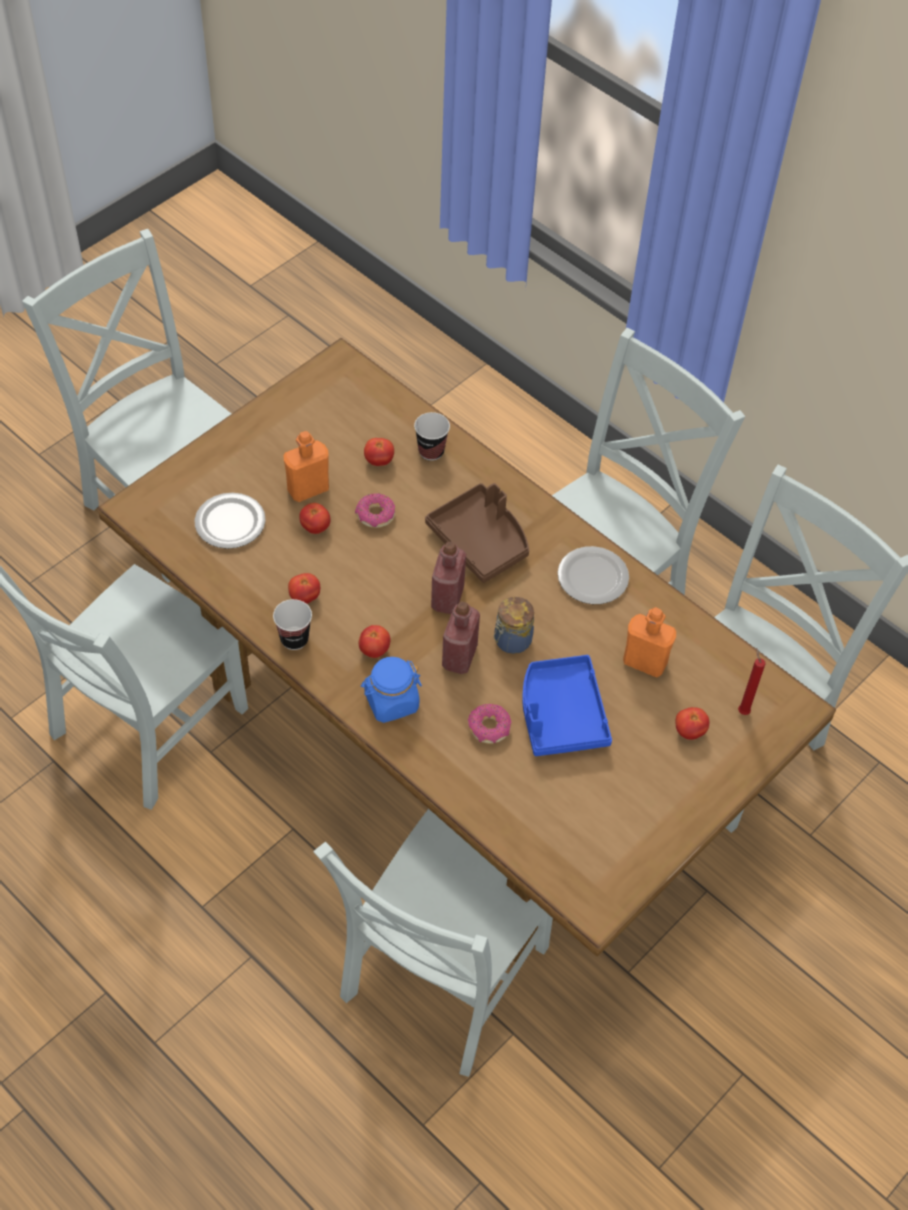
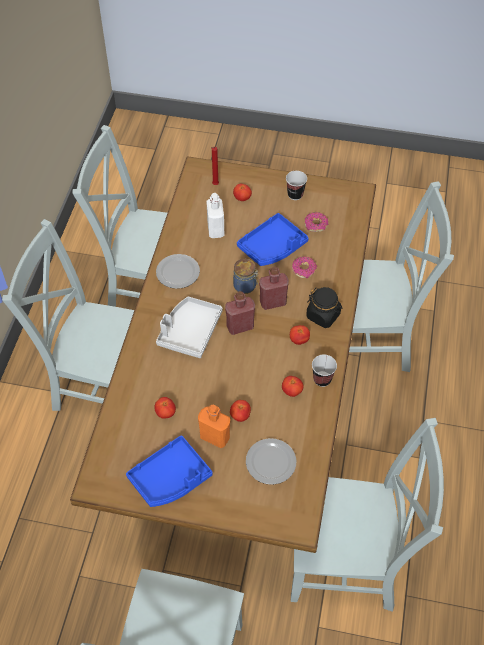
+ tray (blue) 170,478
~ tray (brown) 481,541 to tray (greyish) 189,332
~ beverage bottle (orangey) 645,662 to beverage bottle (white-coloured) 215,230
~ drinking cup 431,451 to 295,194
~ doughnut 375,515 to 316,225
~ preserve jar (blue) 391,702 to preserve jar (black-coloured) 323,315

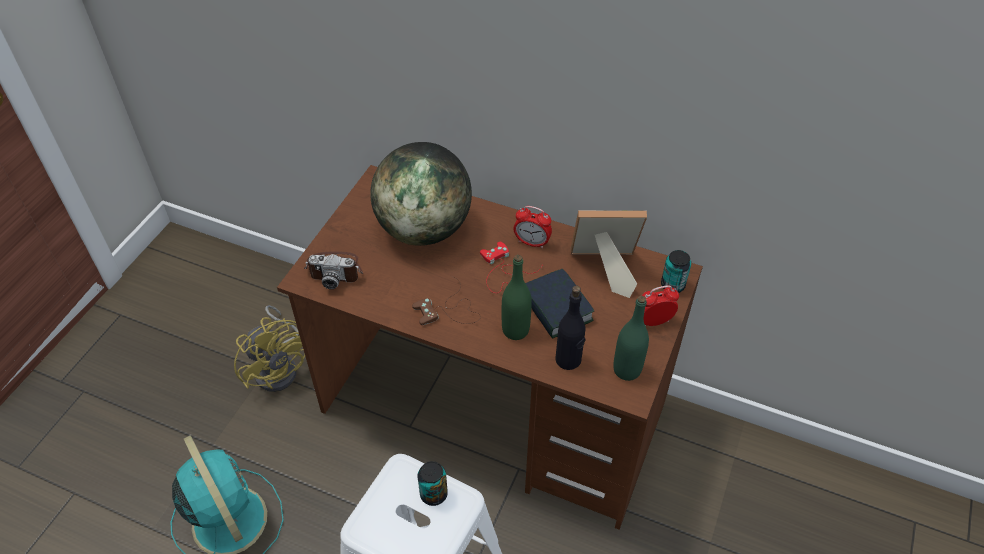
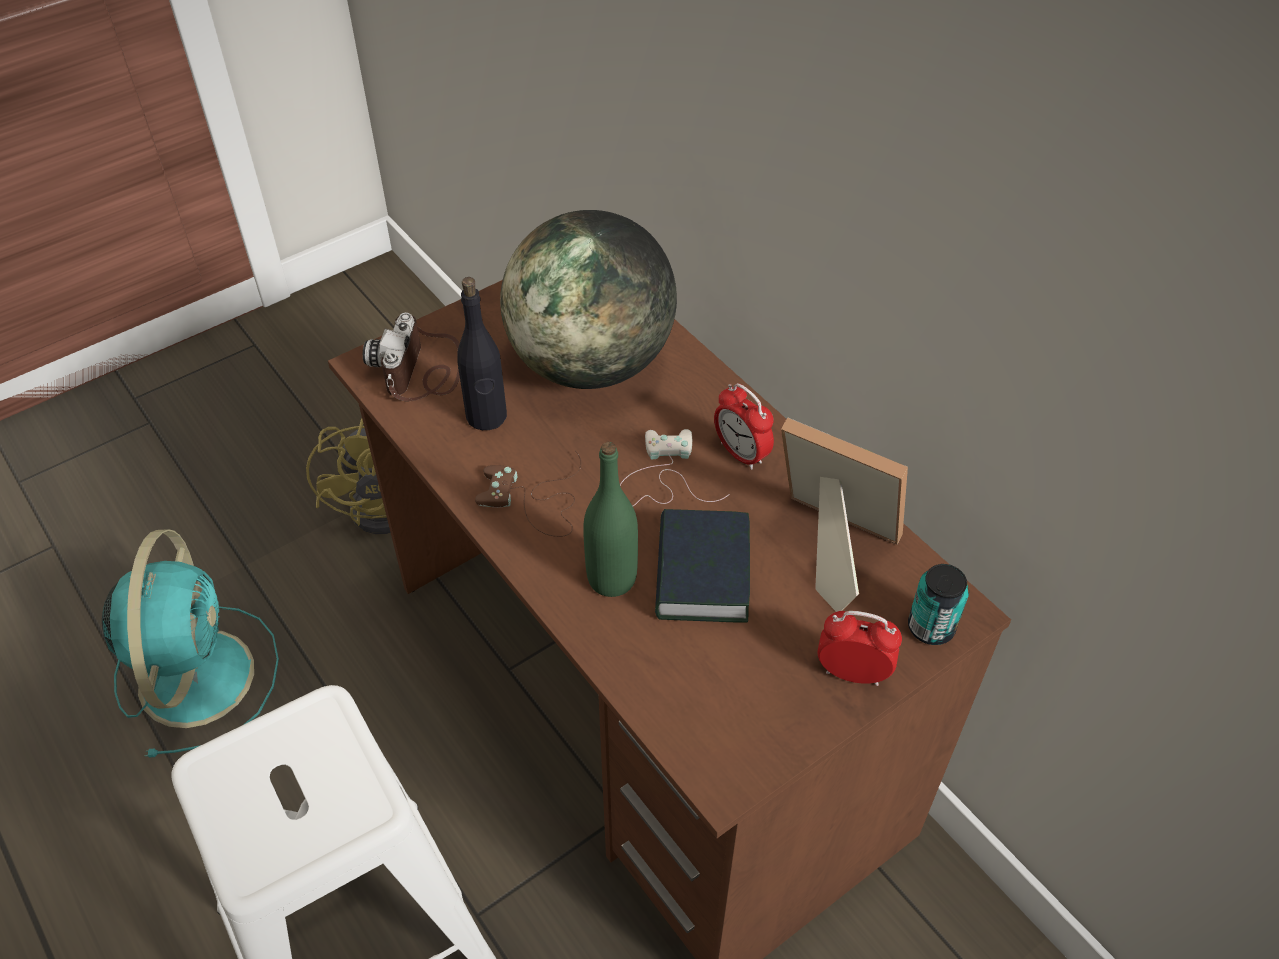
~ still camera 335,270 = 422,370 60 degrees clockwise
~ beverage bottle (black-coloured) 568,360 to 486,416
~ game controller (red-coloured) 503,270 to game controller (white-coloured) 662,477
- can 433,494
- beverage bottle (greenish) 627,370

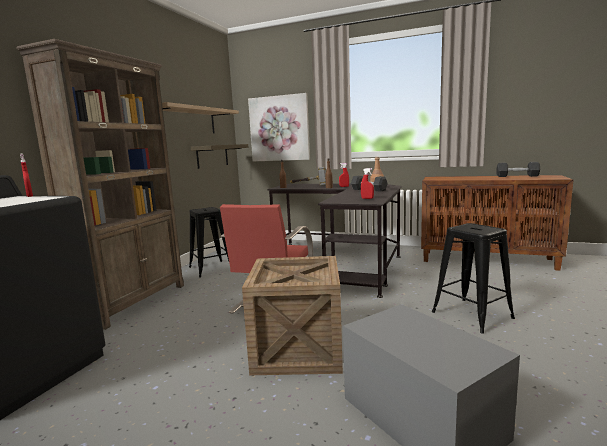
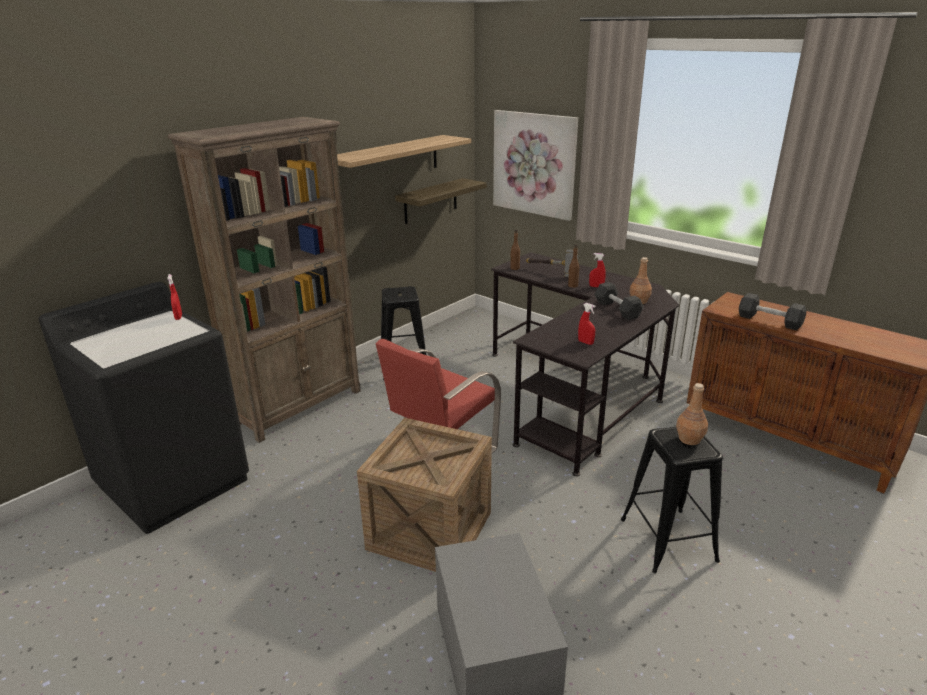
+ beverage bottle (brown) 689,439
~ free weight (black-coloured) 517,176 to 769,321

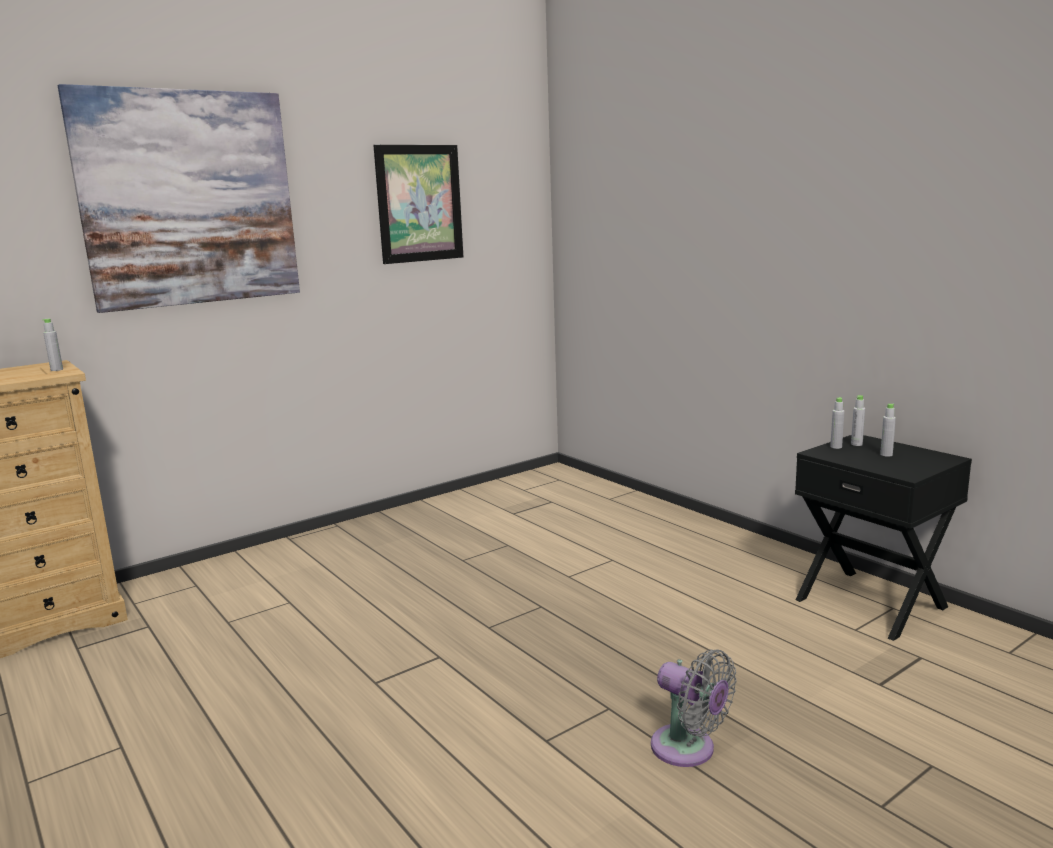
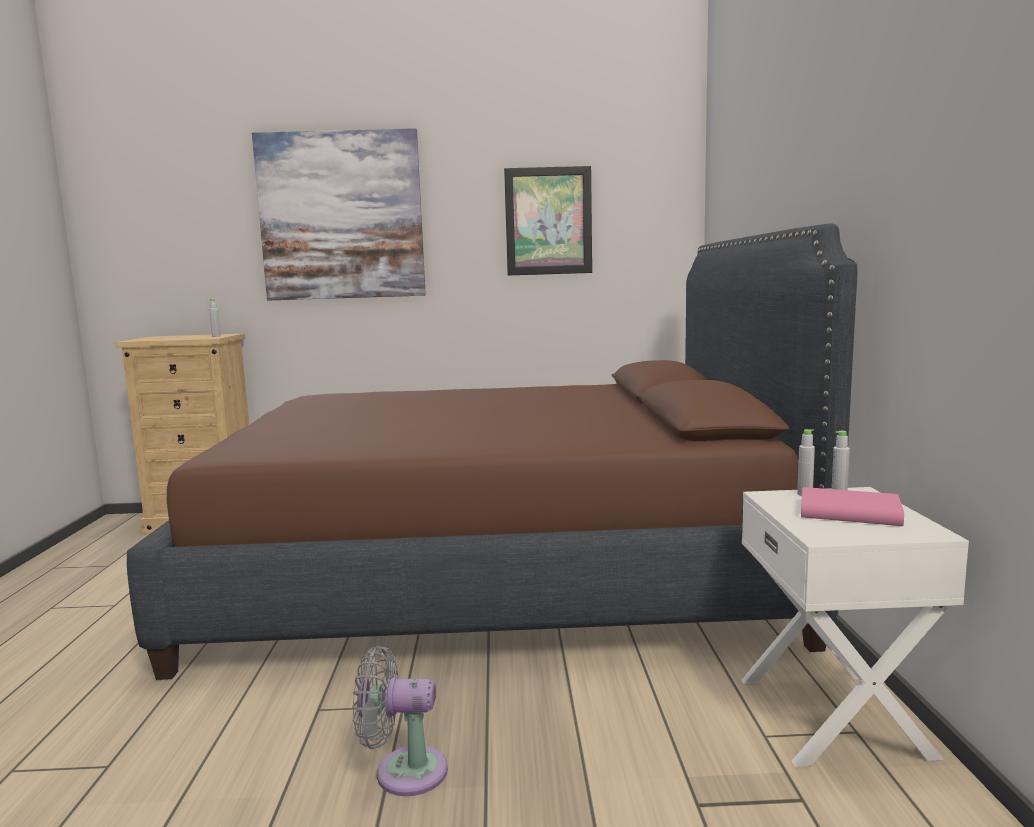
+ bedroom bed (brown) 497,572
~ fan (greyish) 688,750 = 403,771 105 degrees clockwise
~ night table (black-coloured) 871,602 to night table (white-coloured) 835,716
~ beverage bottle (greyish) 886,454 to book (pink-coloured) 849,513

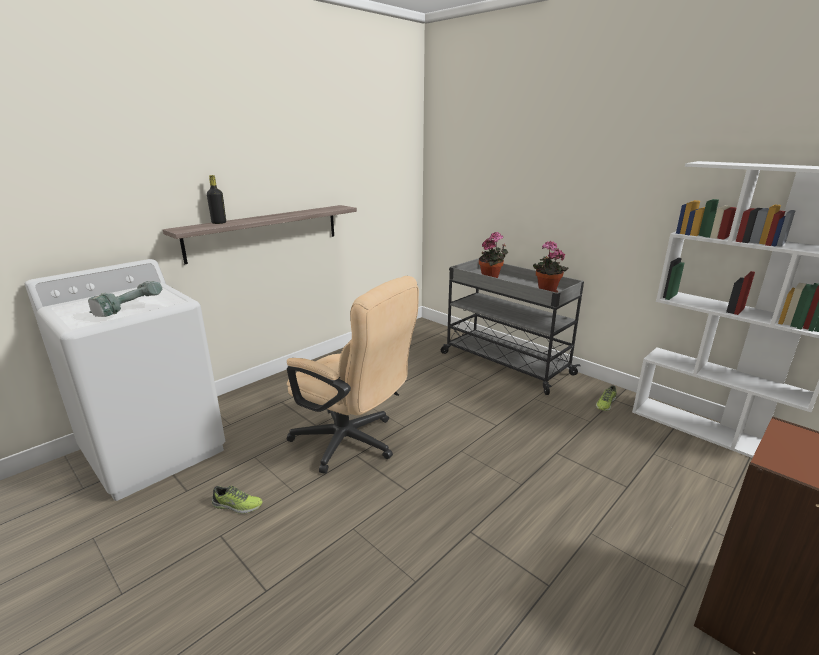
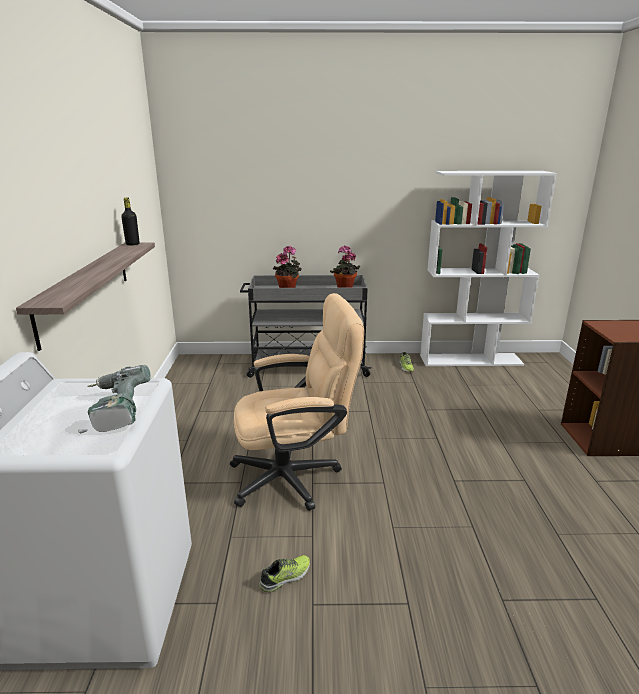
~ beverage bottle (black-coloured) 219,223 to 132,244

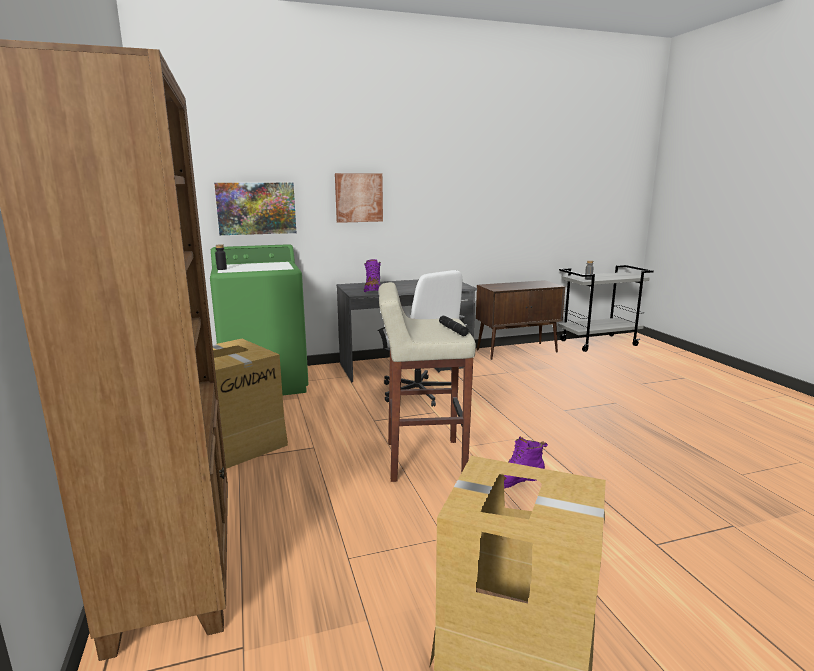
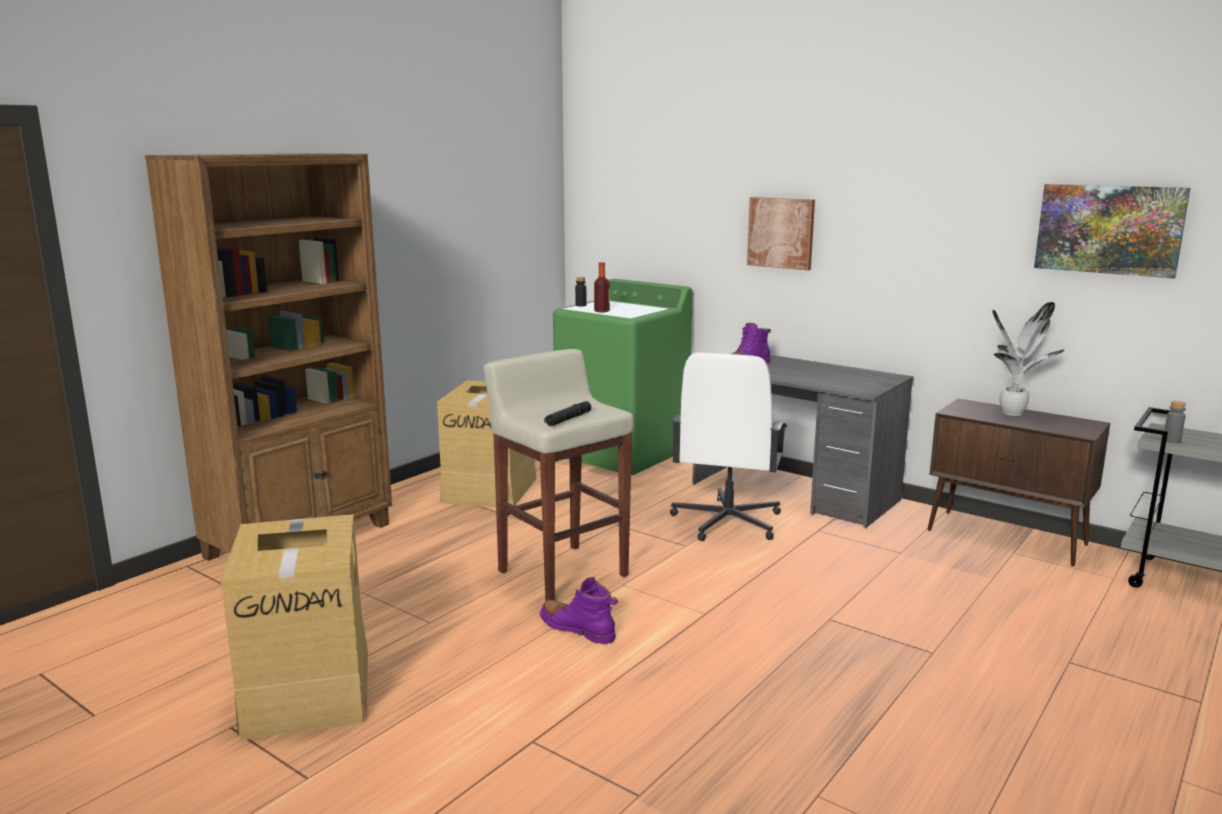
+ beverage bottle 602,311
+ houseplant 1013,414
~ picture 256,208 to 1109,229

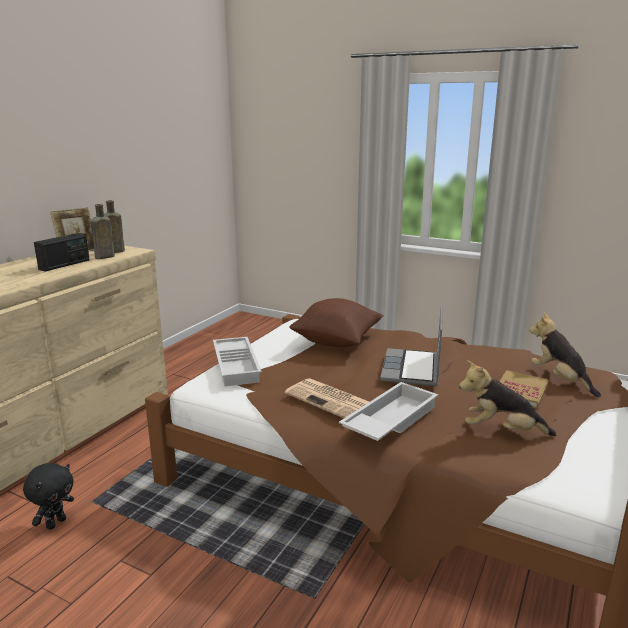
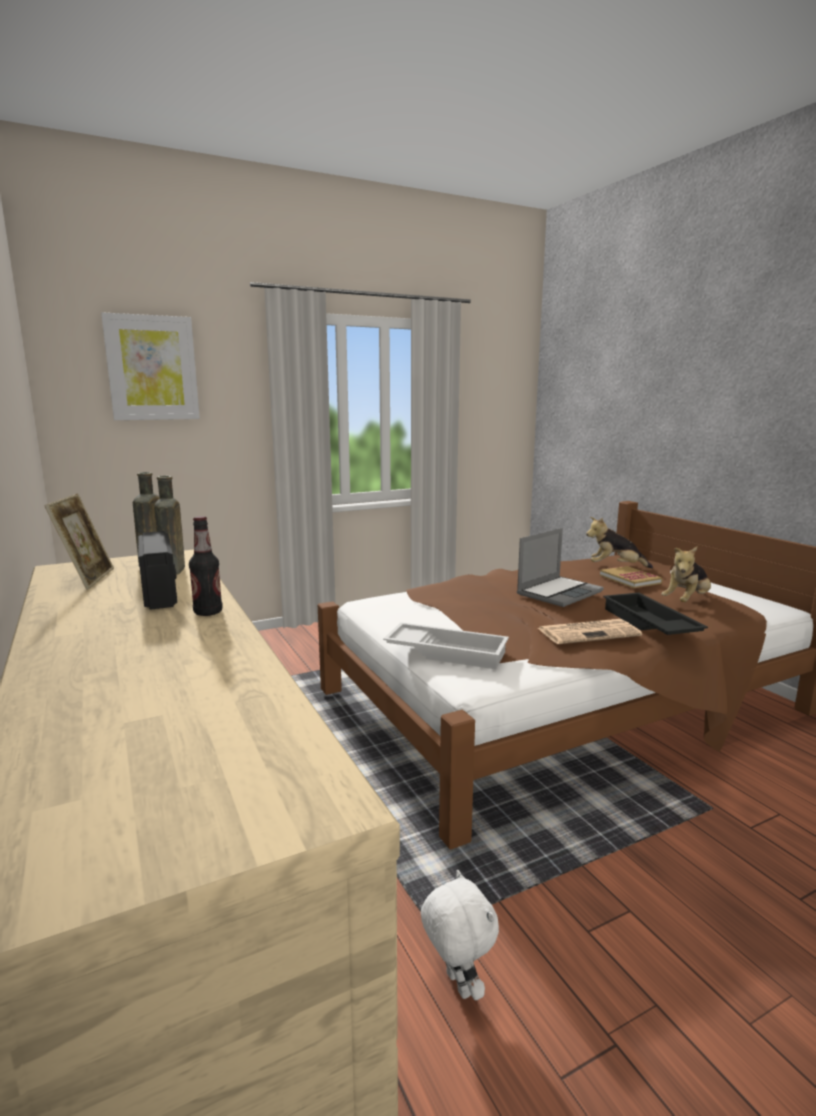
+ picture 152,368
+ beverage bottle 208,612
~ soft toy (black-coloured) 56,523 to soft toy (white-coloured) 456,985
~ notebook computer 412,369 = 559,592 90 degrees counterclockwise
~ tray (white-coloured) 389,419 to tray (black-coloured) 648,623
- cushion (brown) 337,341

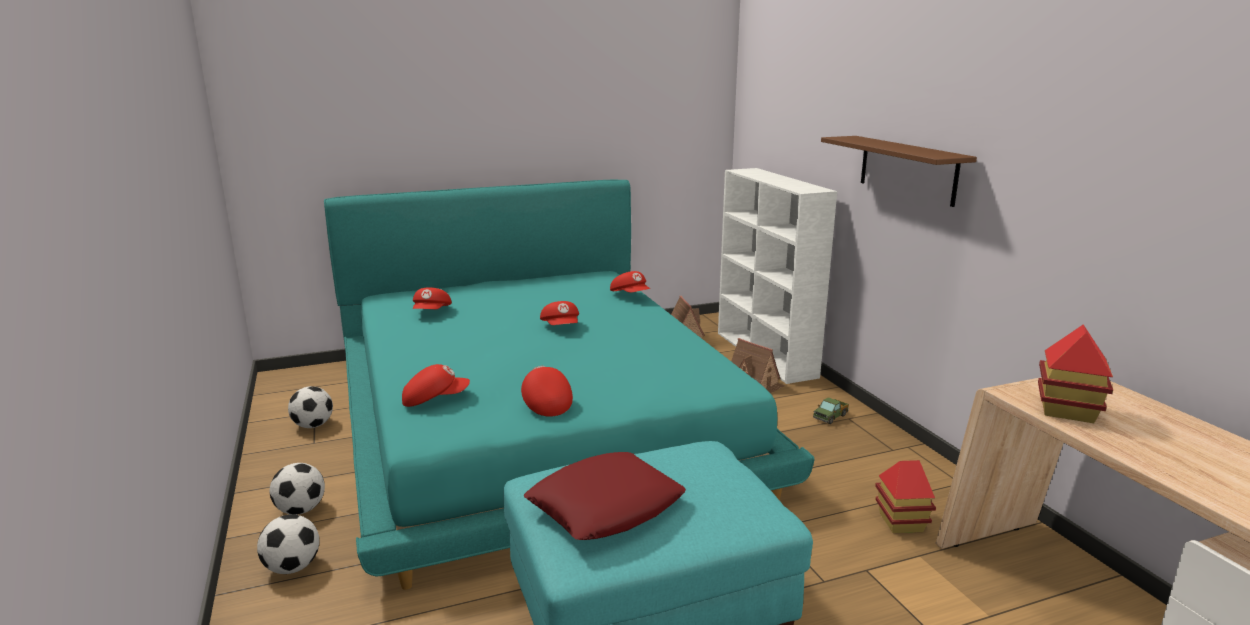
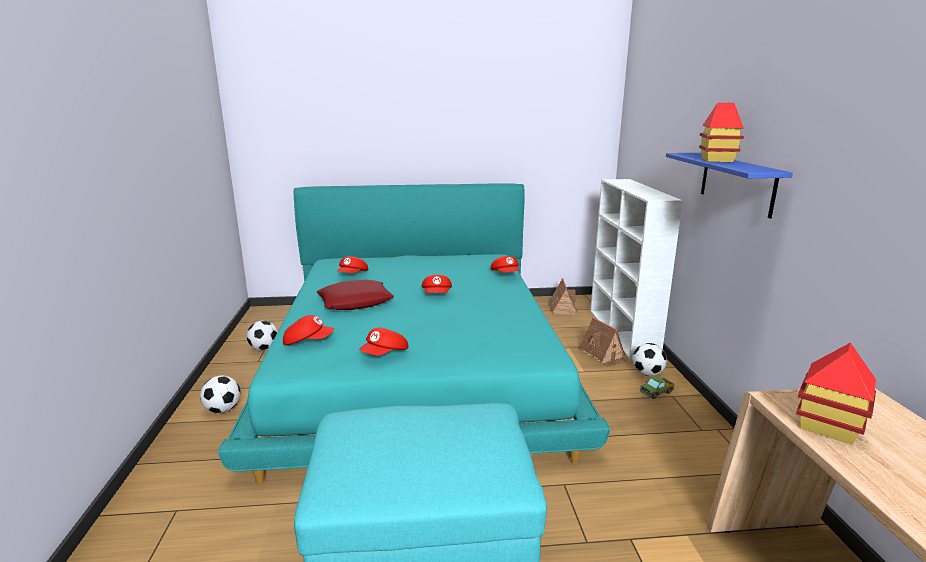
~ cushion (red-coloured) 606,506 to 355,301
~ peaked cap (red-coloured) 544,403 = 385,354 135 degrees counterclockwise
~ ball for football 292,567 to 647,373
~ shelf (brown) 907,169 to shelf (blue) 736,183
~ model house 900,522 to 717,160

